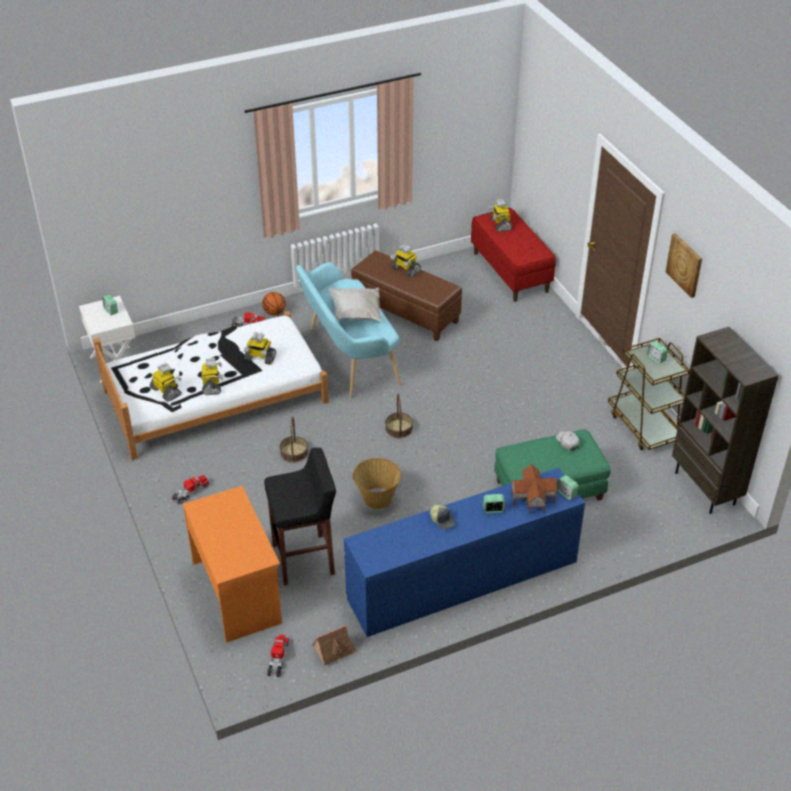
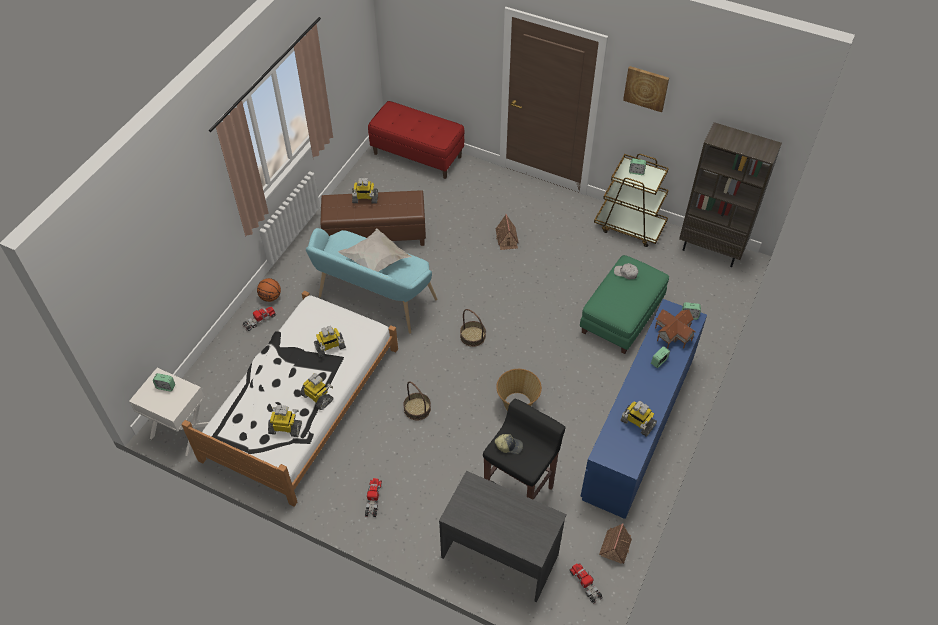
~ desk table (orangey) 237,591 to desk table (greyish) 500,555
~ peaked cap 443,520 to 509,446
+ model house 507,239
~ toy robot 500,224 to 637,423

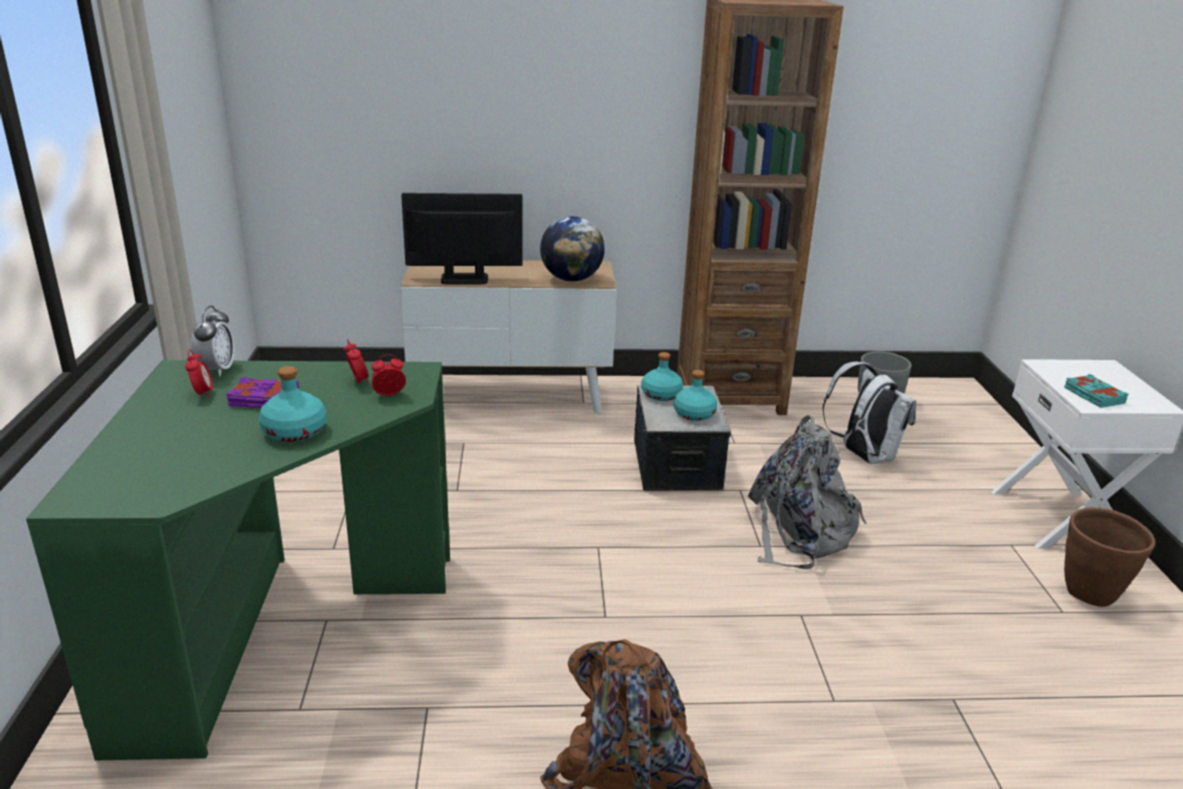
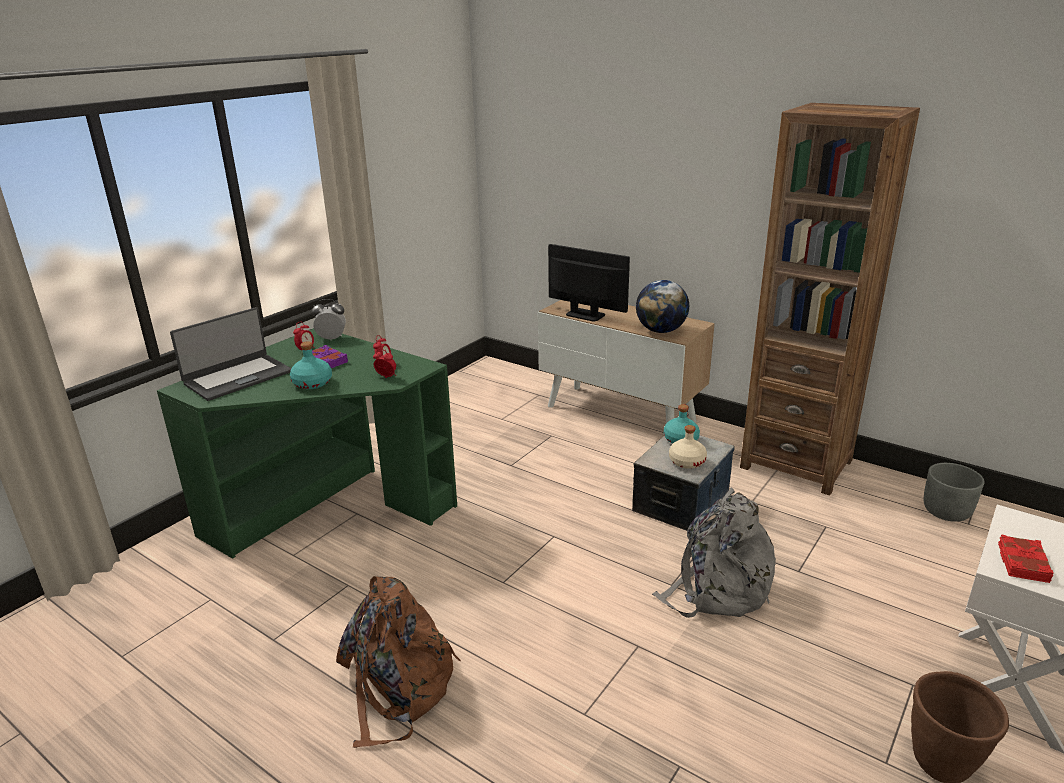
+ notebook computer 237,377
~ table clock 217,370 = 331,338 135 degrees counterclockwise
~ beverage bottle (blue-green) 693,414 to beverage bottle (beige) 686,461
~ book (blue-green) 1093,396 to book (red-coloured) 1022,563
- backpack (white-coloured) 863,456

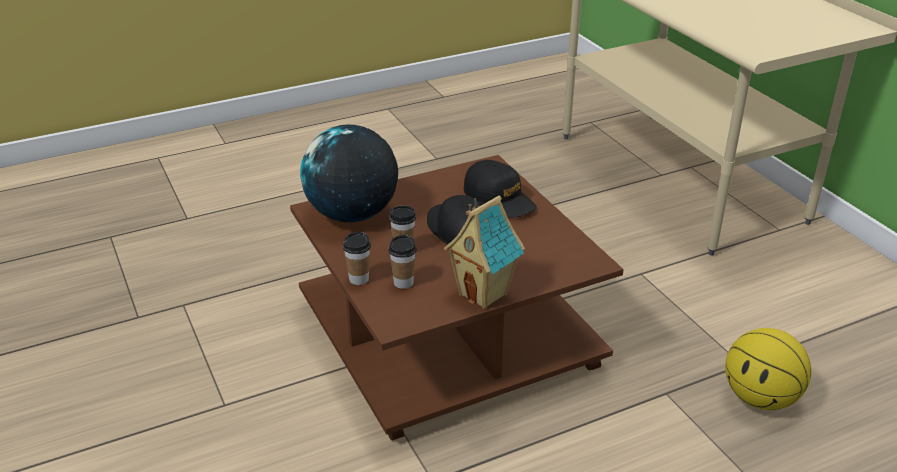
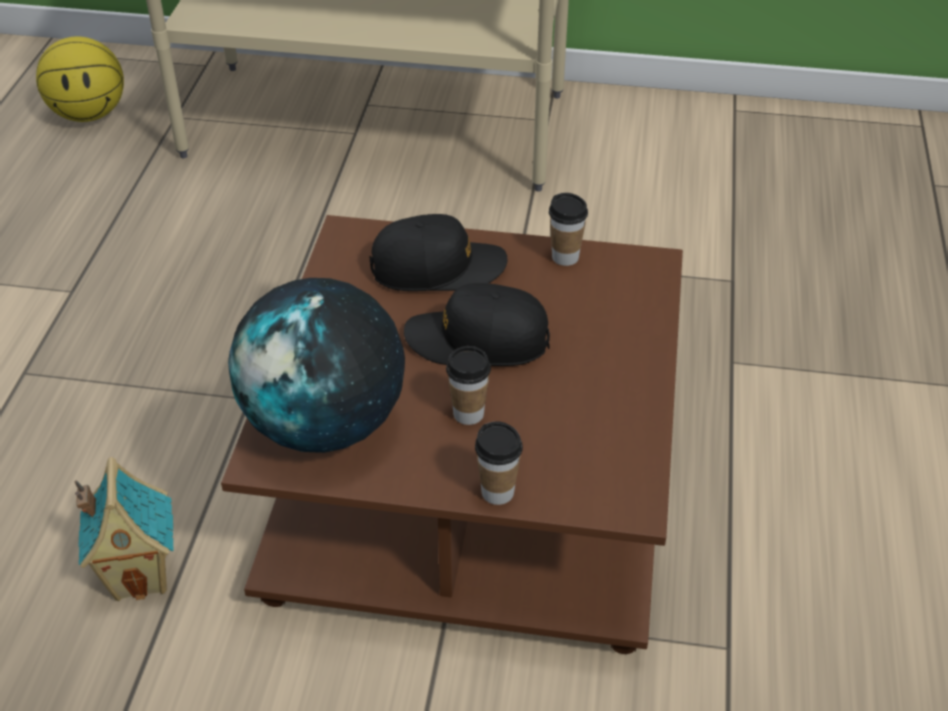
~ ball for basketball 760,398 to 90,115
~ model house 484,294 to 141,575
~ drinking cup 403,283 to 565,257

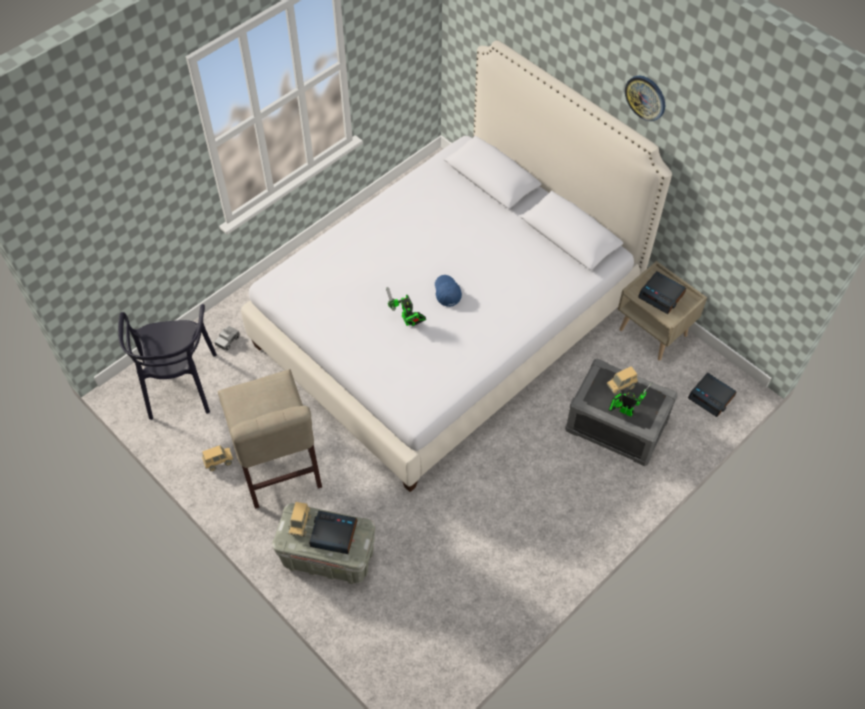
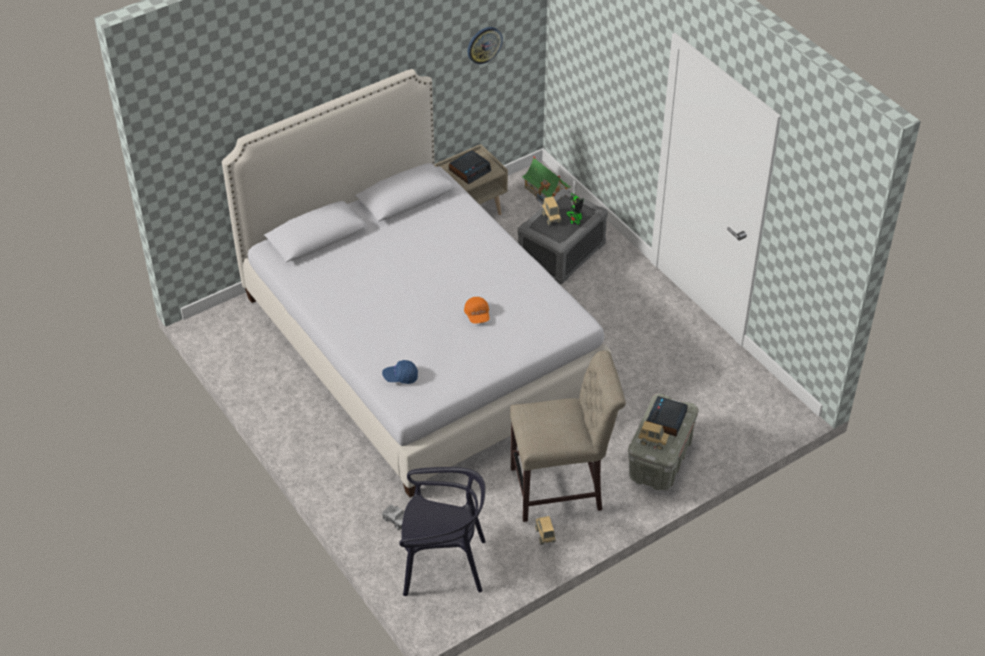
~ peaked cap (blue) 447,293 to 400,377
~ toy robot 408,321 to peaked cap (orangey) 477,315
~ hanging clock 646,97 to 484,44
~ table clock 711,397 to model house 546,192

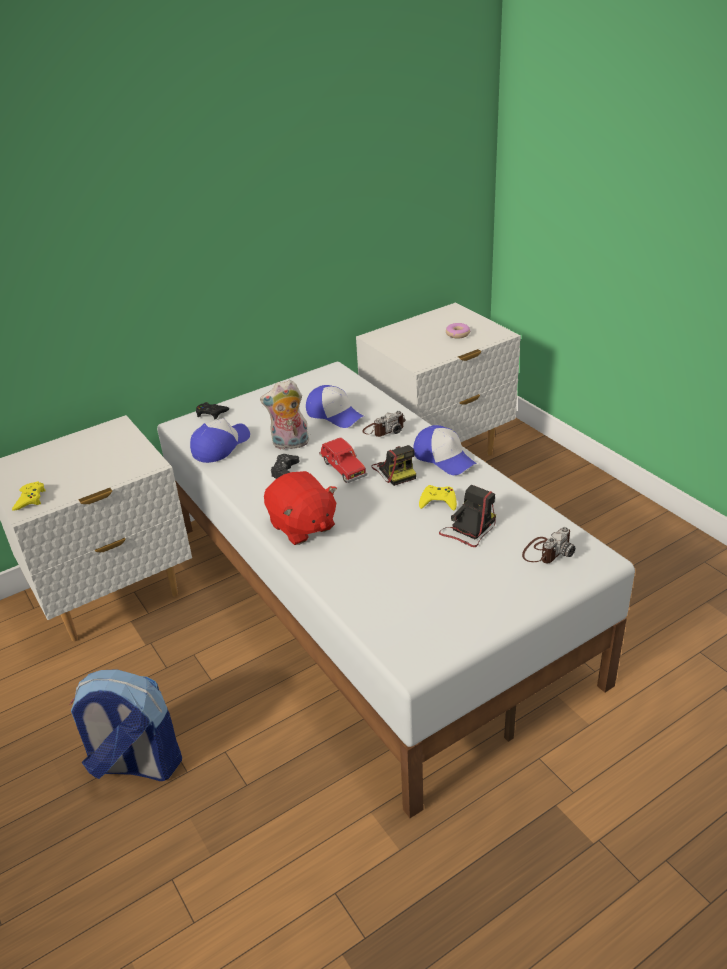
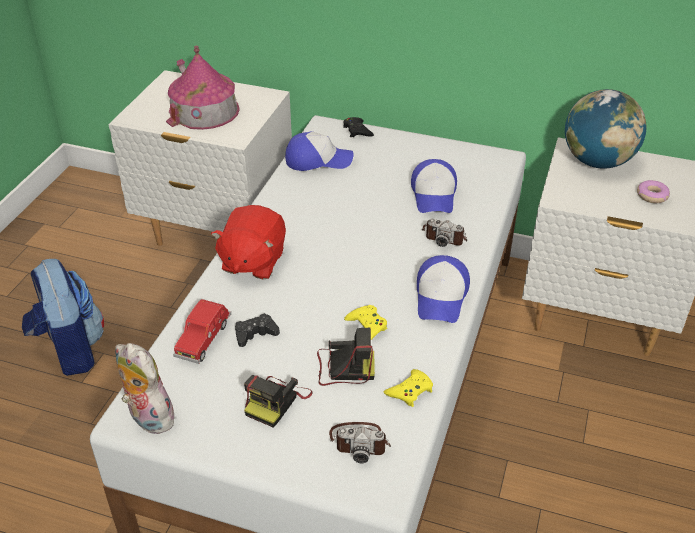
~ soft toy 290,444 to 148,418
+ model house 204,110
~ toy car (red-coloured) 342,469 to 204,339
~ game controller (black-coloured) 285,470 to 255,334
~ still camera 395,471 to 277,401
~ game controller (yellow) 30,499 to 410,391
+ globe 597,161

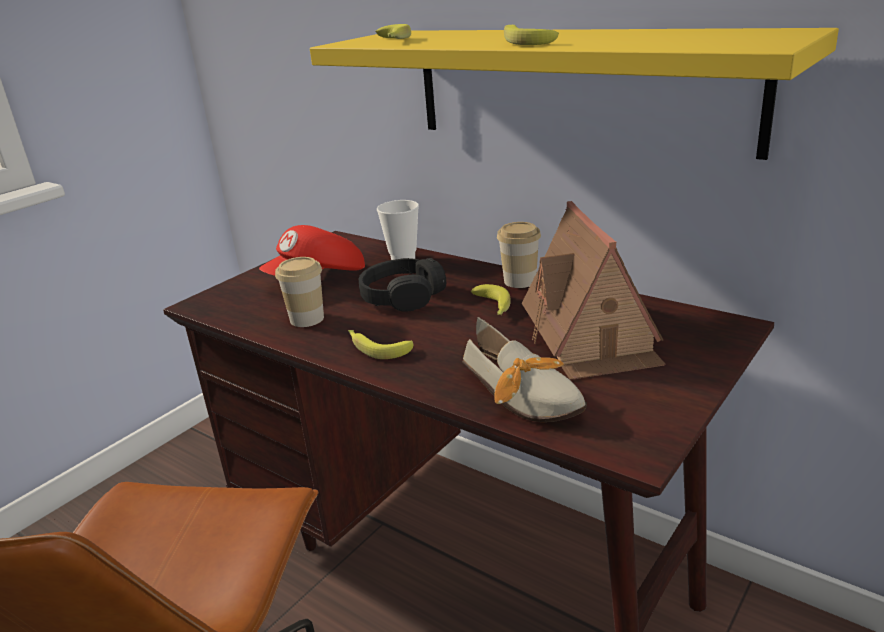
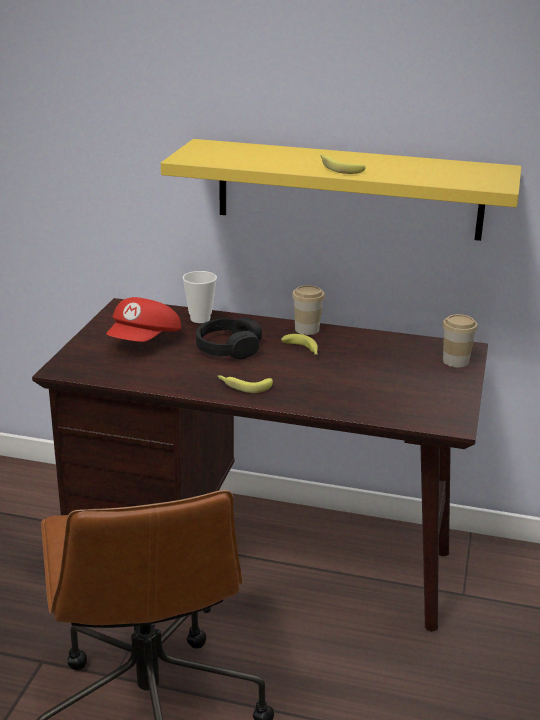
~ drinking cup 307,319 to 455,361
- banana 392,41
- low shoe 525,396
- model house 591,337

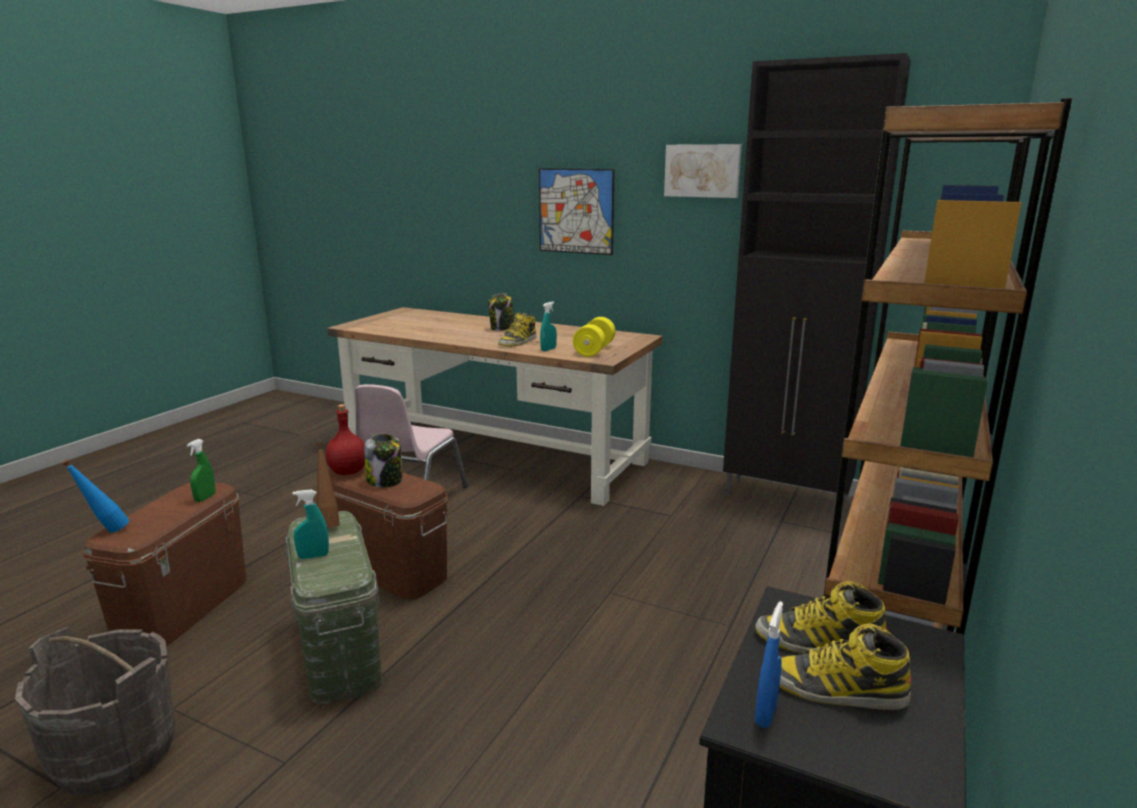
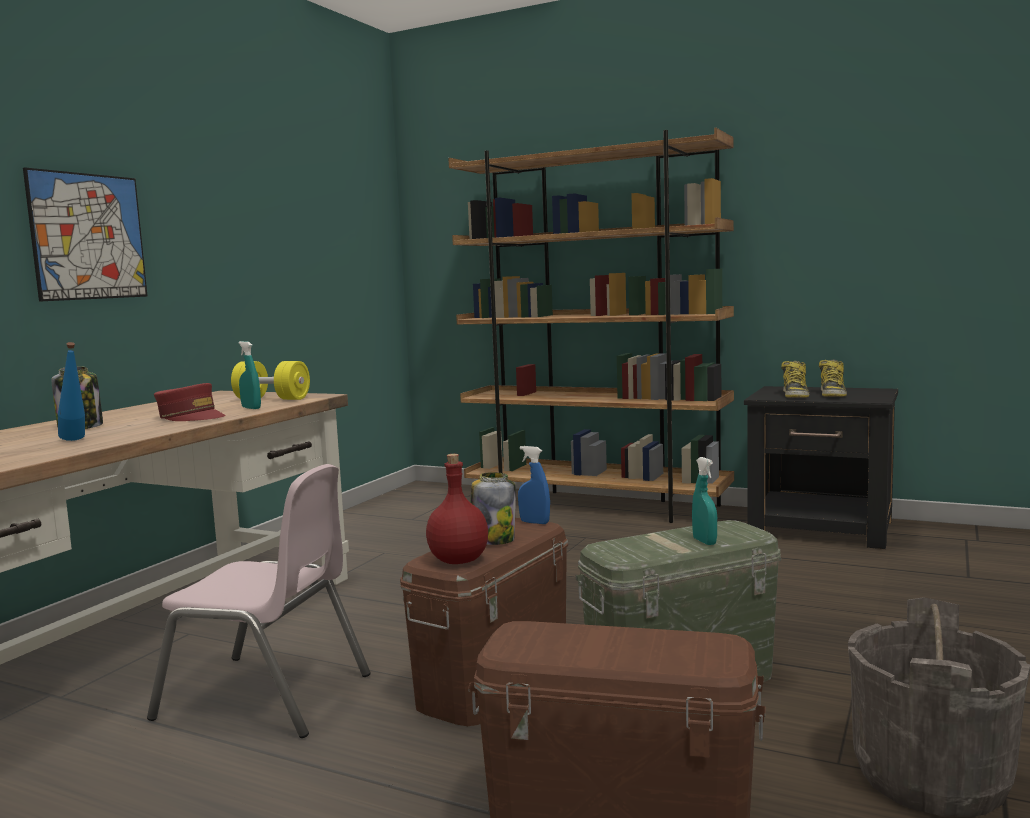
~ beverage bottle (blue) 105,532 to 76,440
~ tall boot 518,342 to peaked cap (red-coloured) 191,417
~ spray bottle (blue) 766,714 to 534,522
- spray bottle (greenish) 205,498
- beverage bottle (brown) 328,524
- picture 702,170
- storage cabinet (black-coloured) 787,498

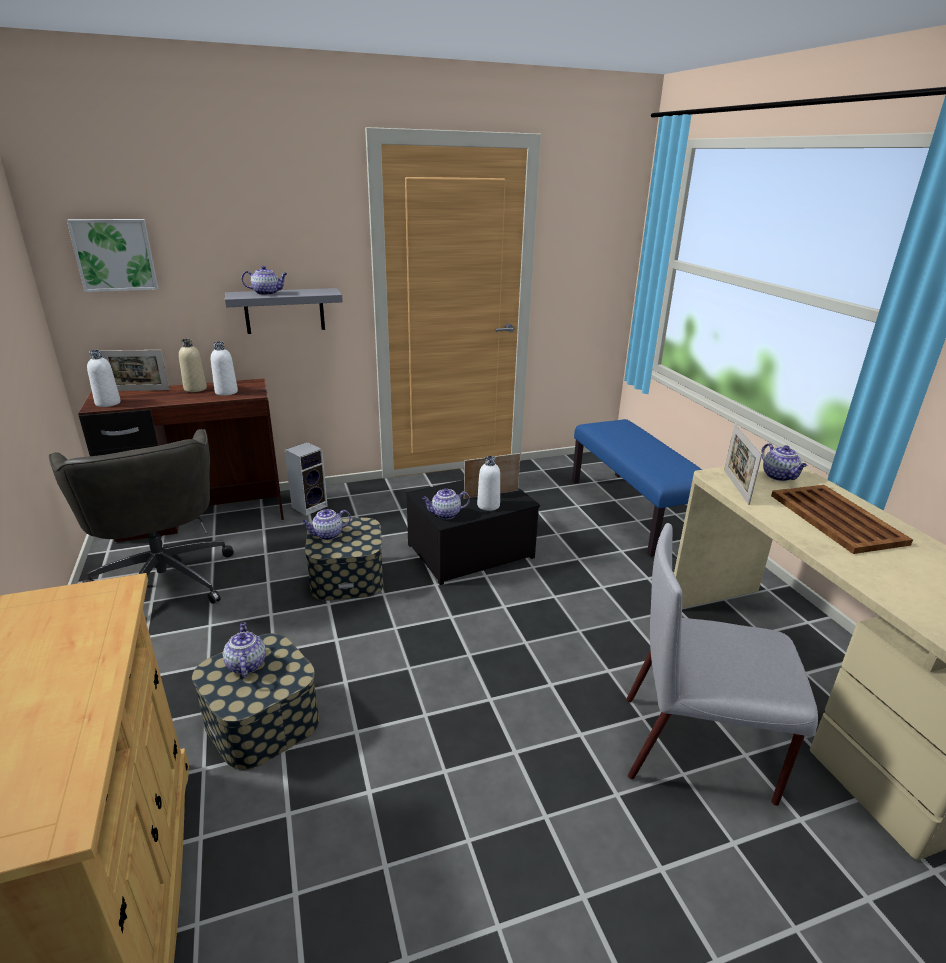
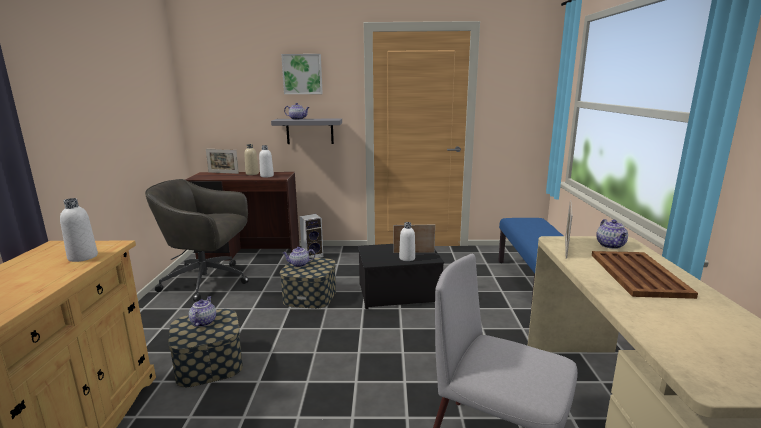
~ beverage bottle (white-coloured) 108,403 to 83,257
~ office chair (greyish) 164,579 = 208,281 105 degrees clockwise
~ picture 115,255 to 302,74
- tea pot 445,514

